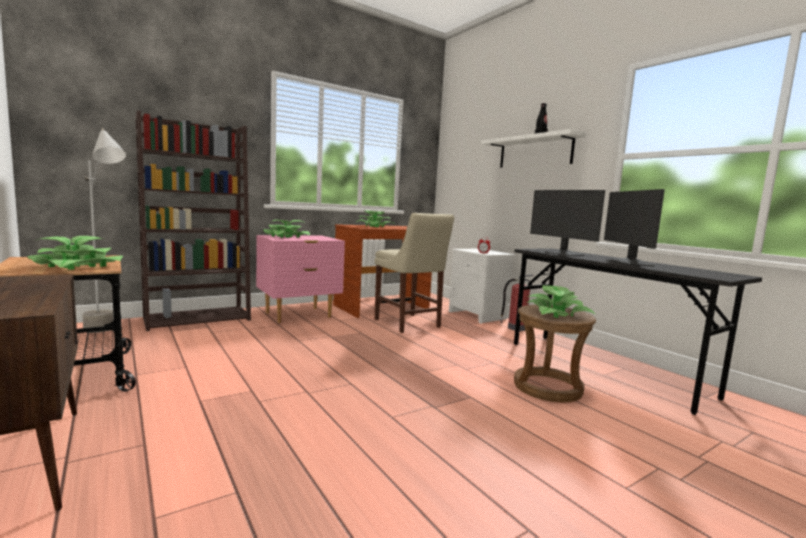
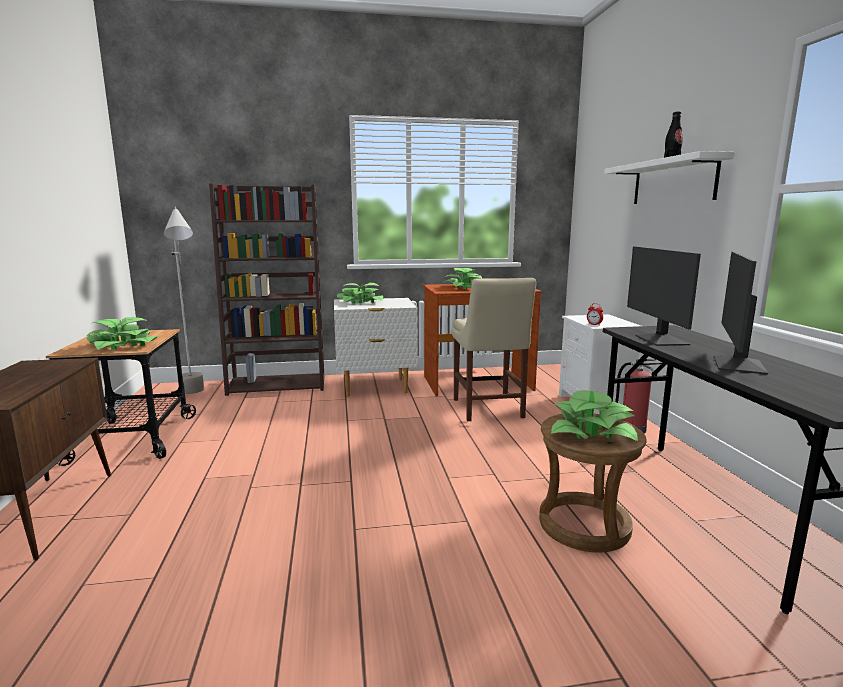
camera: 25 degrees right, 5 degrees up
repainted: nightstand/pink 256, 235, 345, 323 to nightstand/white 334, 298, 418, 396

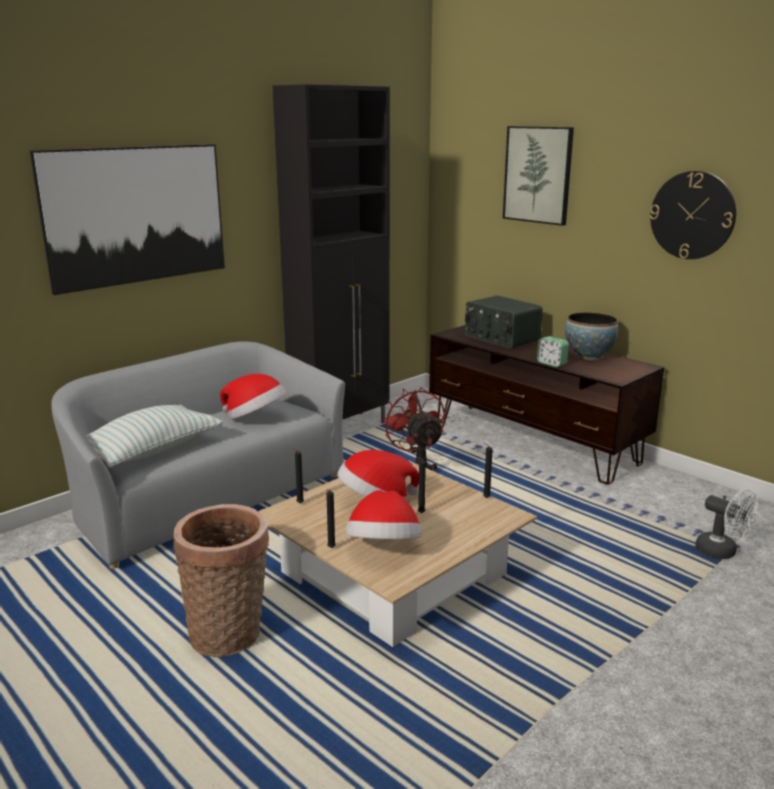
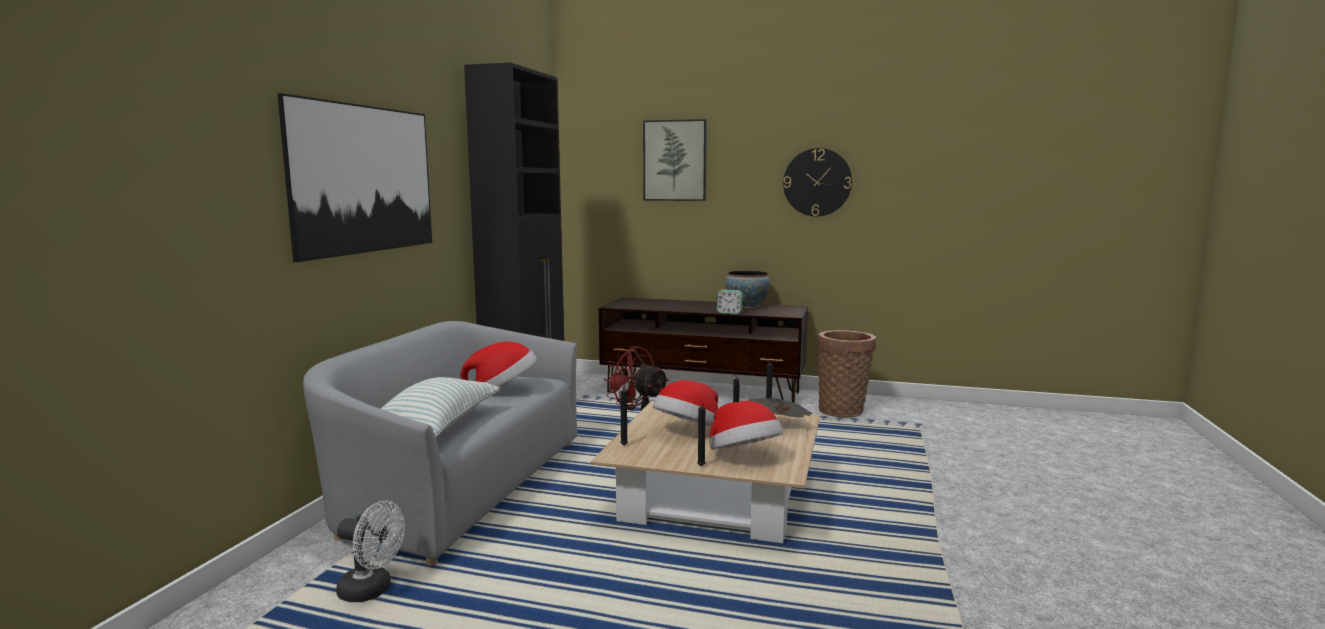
camera: 30 degrees left, 10 degrees down
gone: radio 465, 295, 543, 348
new: newspaper 748, 398, 812, 418
shifted: basket 173, 504, 269, 657 to 818, 330, 876, 418; fan/white 695, 489, 758, 559 to 336, 500, 405, 602

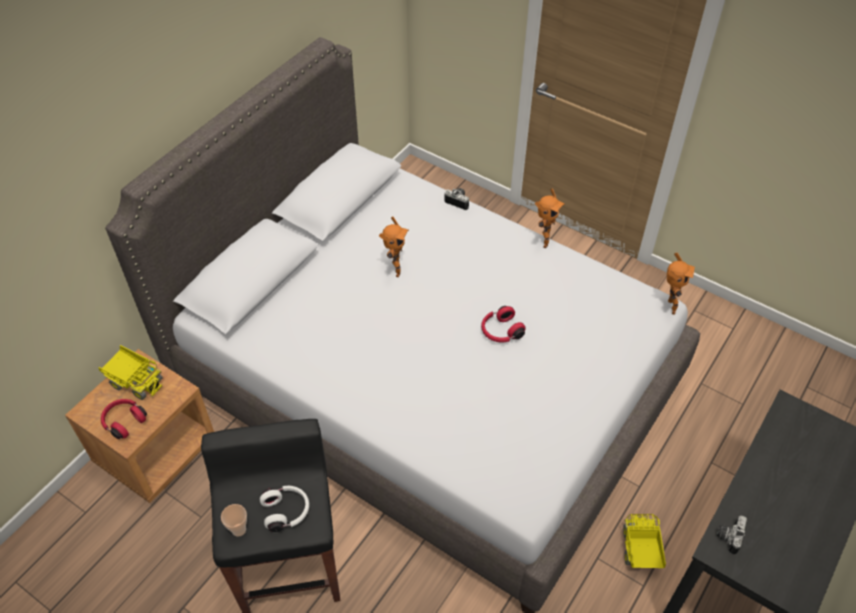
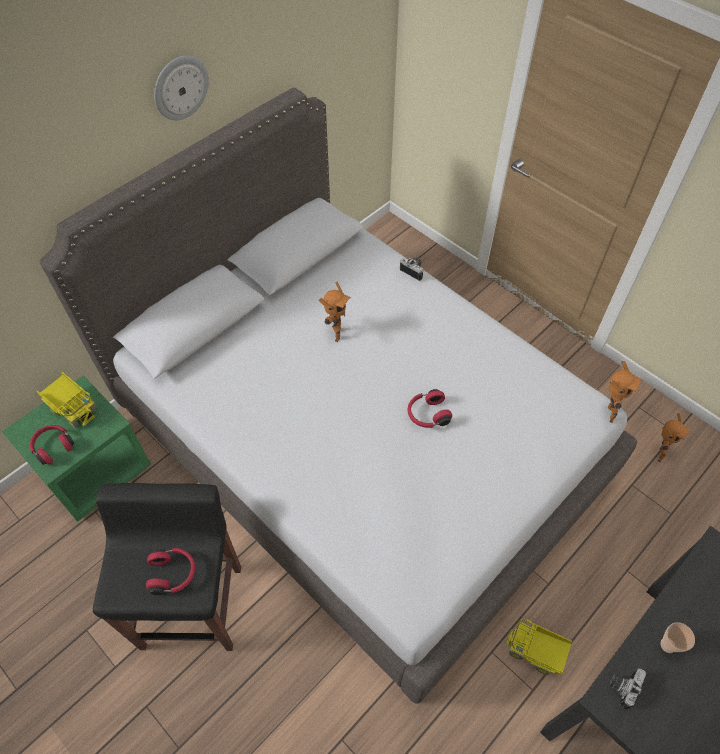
camera: 10 degrees right, 5 degrees up
new: wall clock 154, 56, 209, 120
shifted: cup 221, 504, 247, 537 to 660, 622, 695, 653; toy robot 535, 188, 565, 248 to 658, 413, 690, 462
repainted: nightstand/brown 65, 349, 215, 503 to nightstand/green 2, 376, 151, 522; headphones/white 260, 486, 309, 532 to headphones/red 146, 548, 195, 595
rotated: toy truck 623, 514, 666, 568 = 505, 619, 572, 675 75 degrees counterclockwise

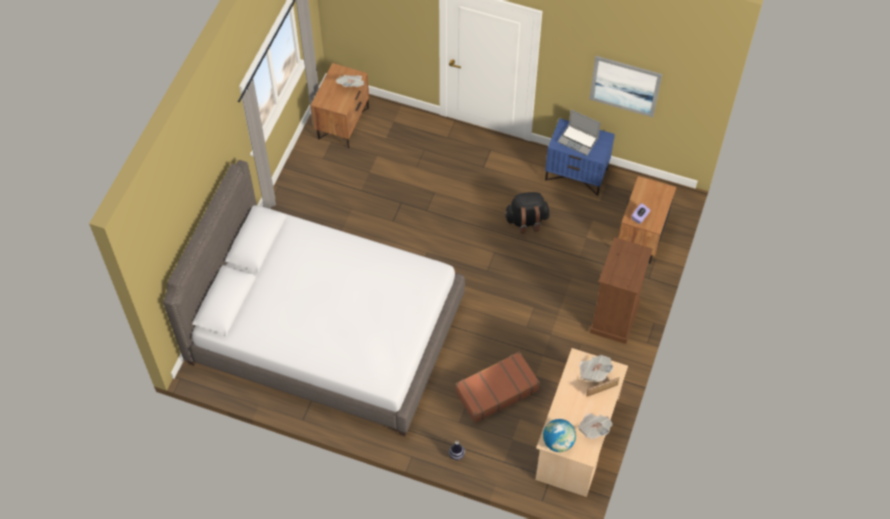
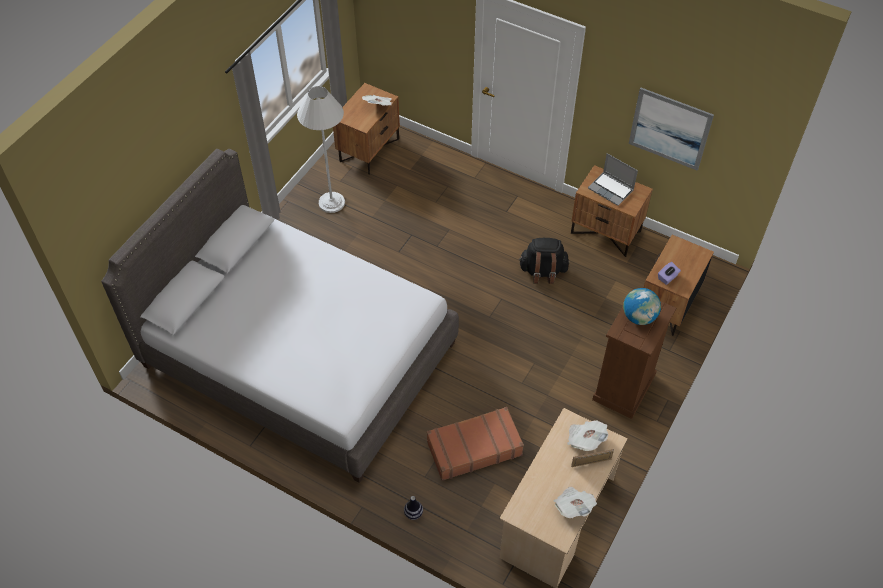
camera: 10 degrees right, 5 degrees down
new: floor lamp/white 297, 86, 345, 213
shifted: globe 543, 419, 576, 452 to 623, 288, 661, 325
repainted: nightstand/blue 545, 118, 615, 196 to nightstand/brown 571, 165, 653, 257

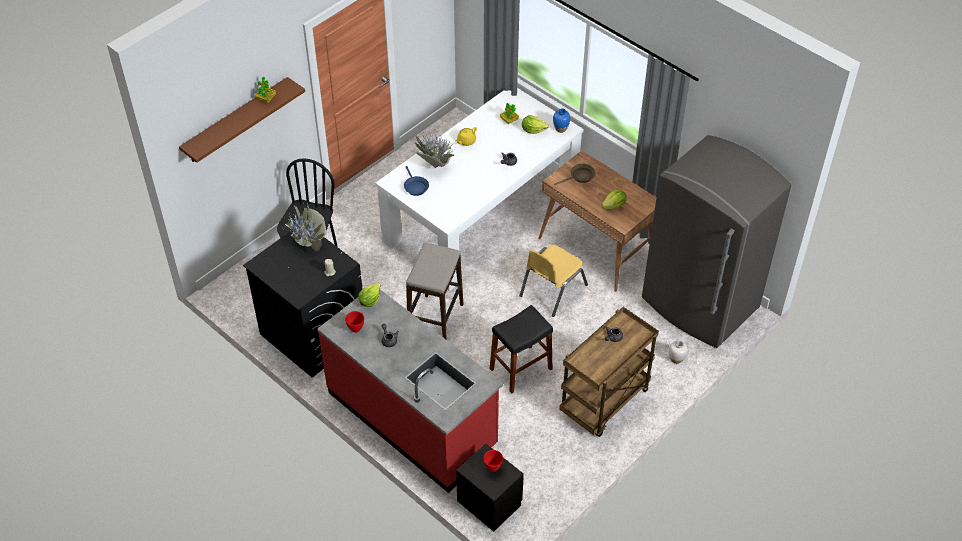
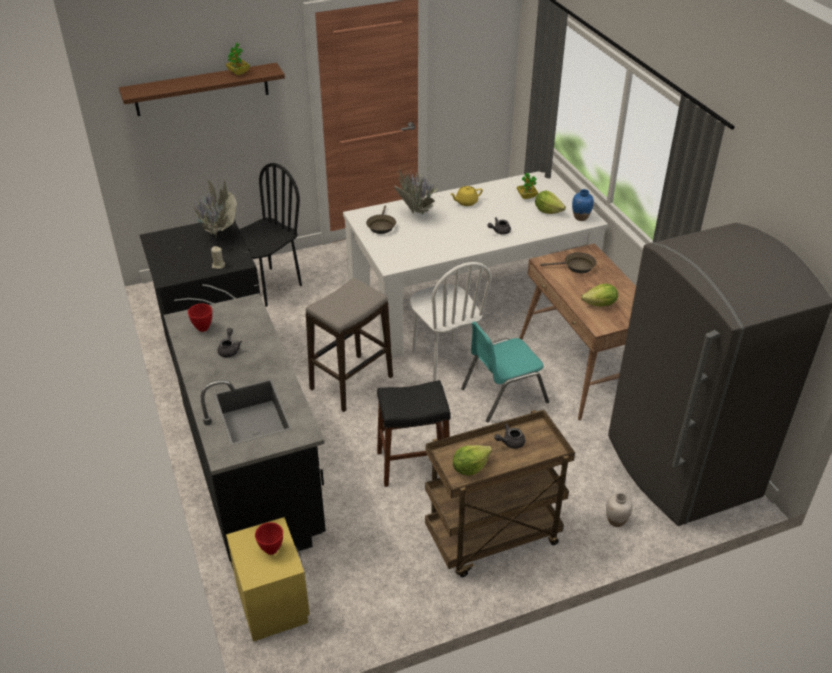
camera: 25 degrees right, 10 degrees down
new: chair/white 410, 262, 491, 381
shifted: lettuce 358, 283, 381, 307 to 453, 445, 492, 476
repainted: counter/red 317, 290, 503, 493 to counter/black 164, 293, 326, 571; frying pan/blue 404, 166, 429, 196 to frying pan/brown 366, 205, 396, 234; nightstand/black 456, 444, 524, 531 to nightstand/yellow 226, 517, 310, 642; chair/yellow 519, 245, 588, 317 to chair/turquoise 461, 322, 549, 423

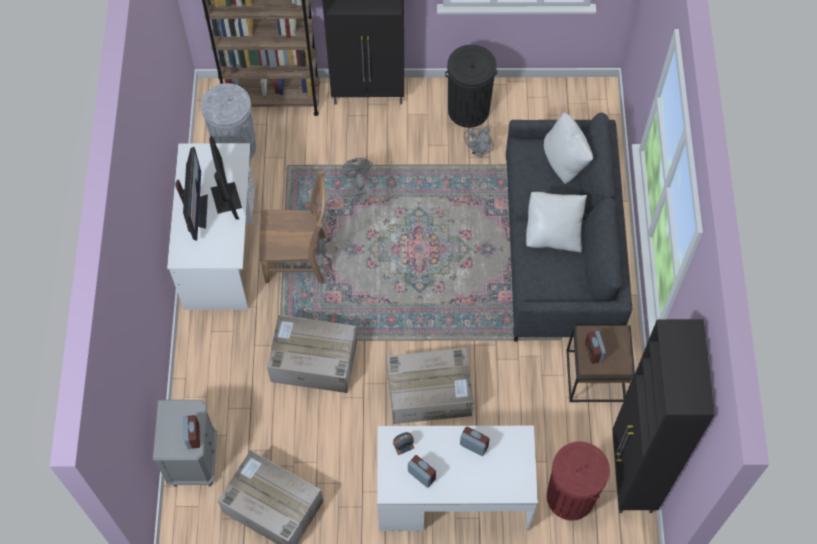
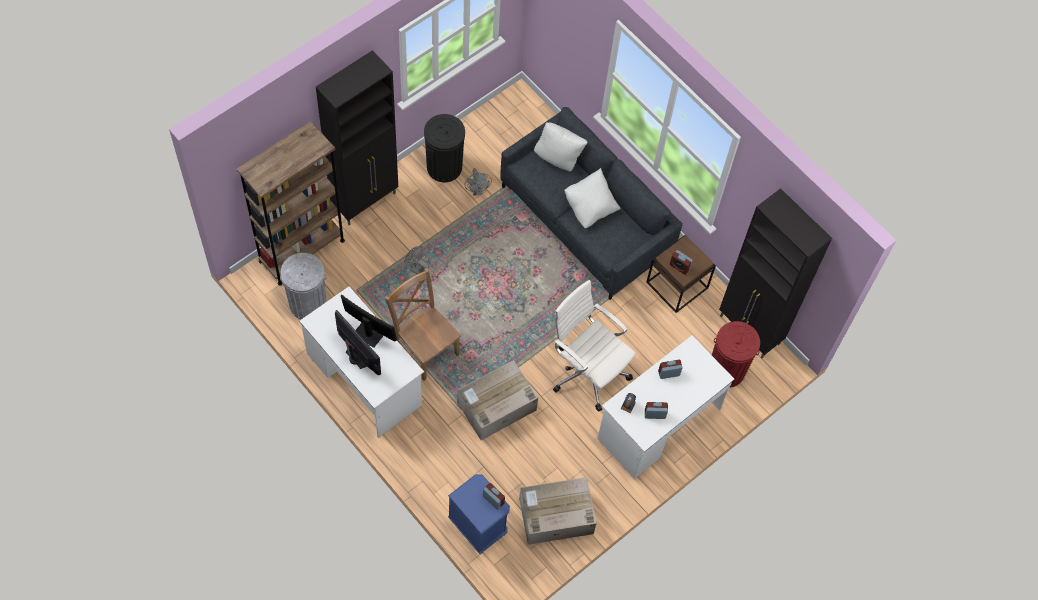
camera: 45 degrees left, 0 degrees up
swapped: cardboard box 387, 348, 474, 424 to office chair/white 553, 280, 636, 412
repainted: nightstand/grey 153, 400, 217, 487 to nightstand/blue 448, 474, 510, 554
rotated: chair/brown 260, 170, 326, 284 = 385, 268, 461, 381 90 degrees counterclockwise

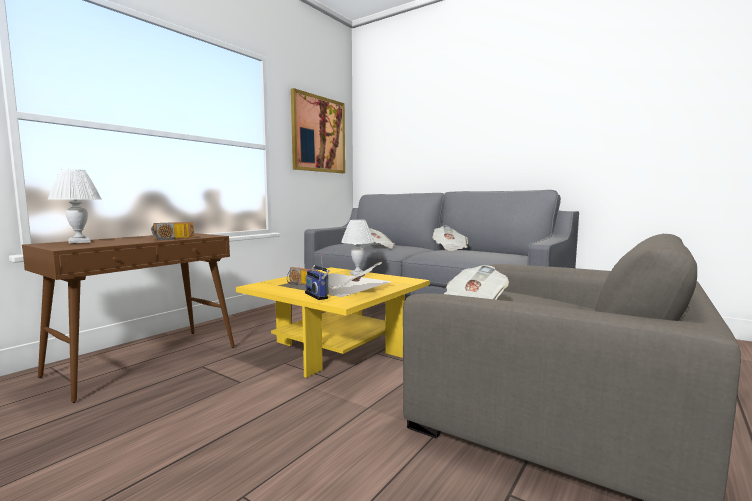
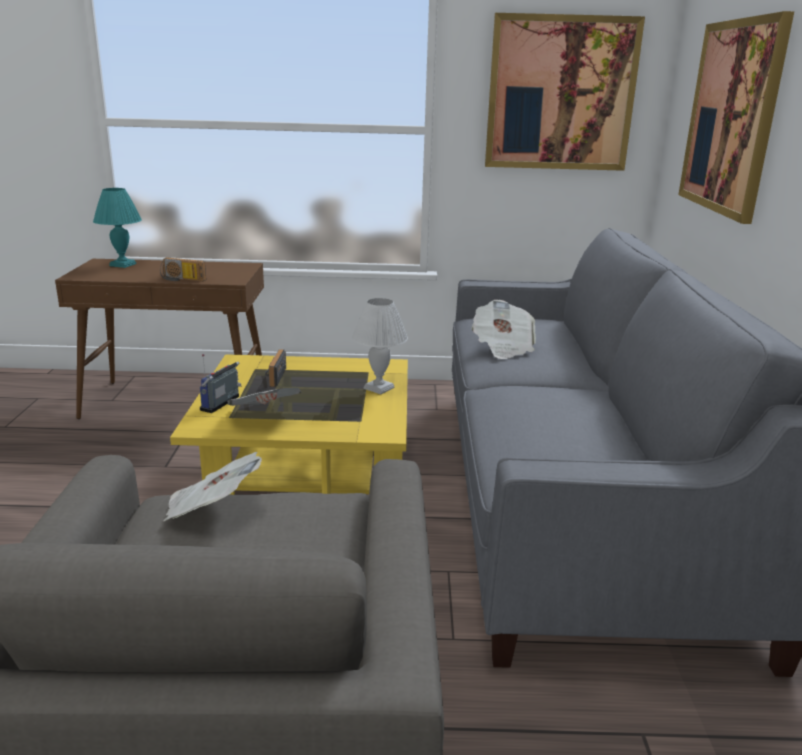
camera: 55 degrees right, 15 degrees up
gone: newspaper 432, 226, 468, 251
new: picture 678, 11, 794, 224
repainted: table lamp/white 48, 169, 102, 244 to table lamp/turquoise 93, 188, 142, 268

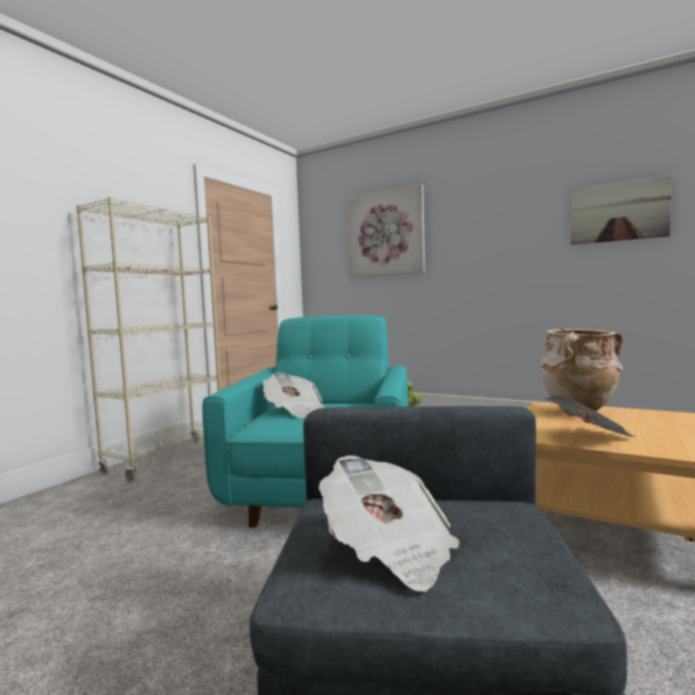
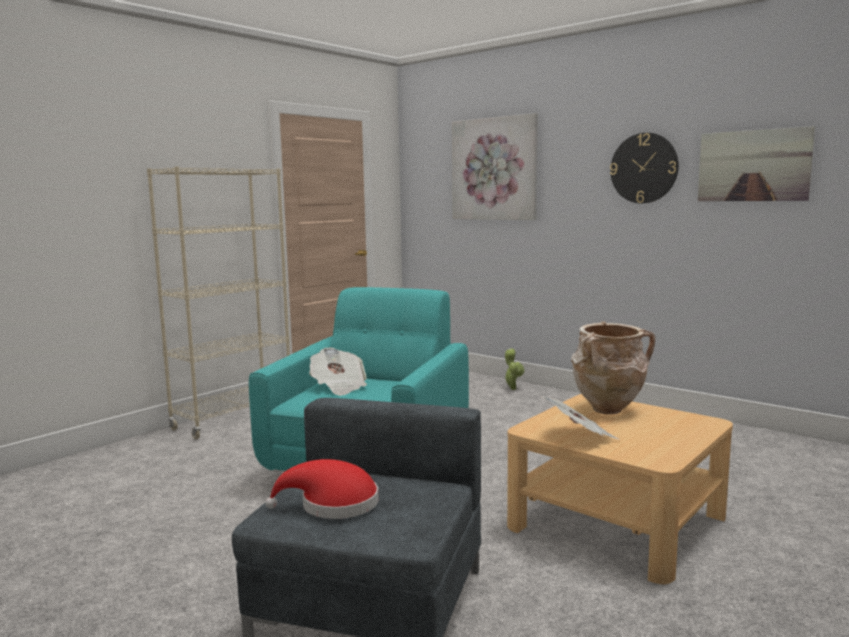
camera: 10 degrees right, 5 degrees up
new: wall clock 610, 133, 679, 204
swapped: newspaper 319, 455, 460, 592 to hat/red 265, 459, 379, 519

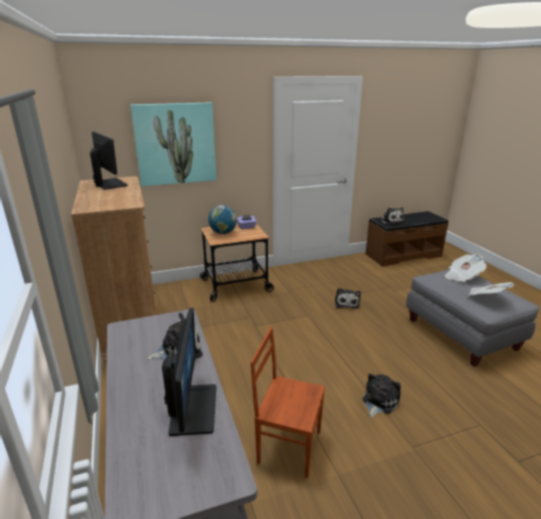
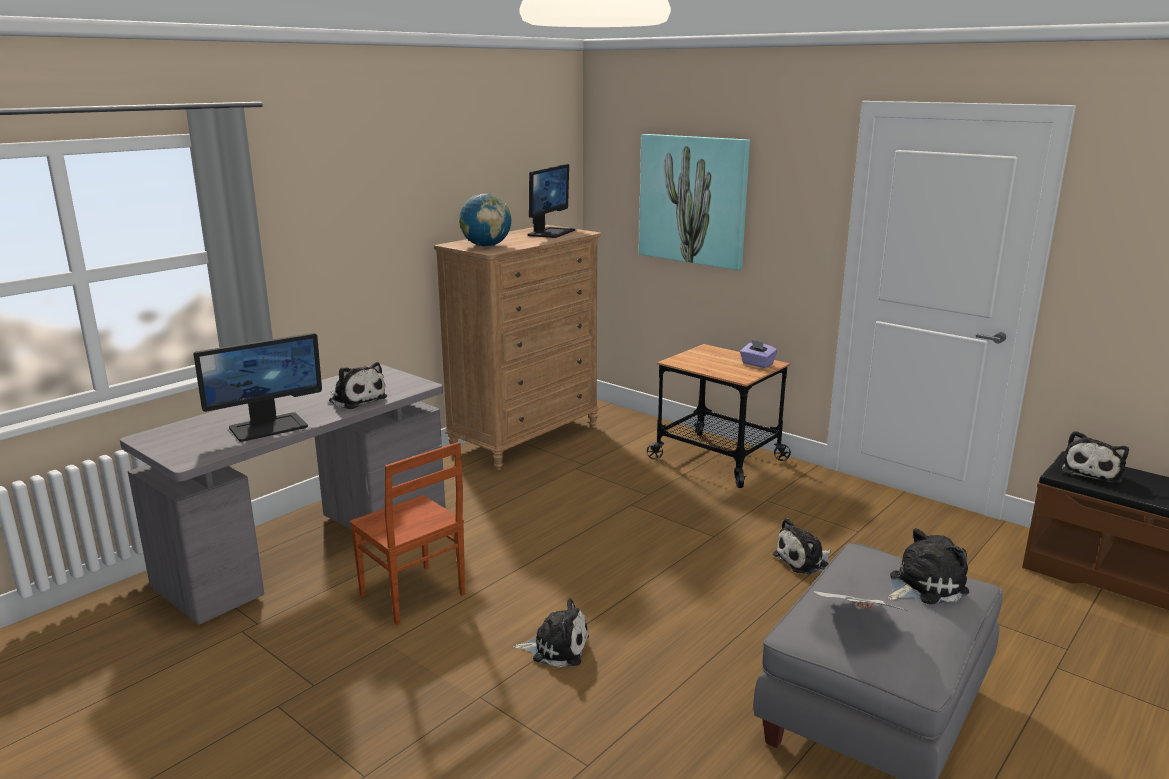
camera: 60 degrees right, 5 degrees down
shifted: globe 208, 205, 237, 234 to 459, 194, 511, 247
swapped: newspaper 445, 254, 487, 282 to plush toy 888, 528, 969, 604
rotated: chair/brown 250, 327, 325, 478 = 350, 442, 465, 625 150 degrees clockwise

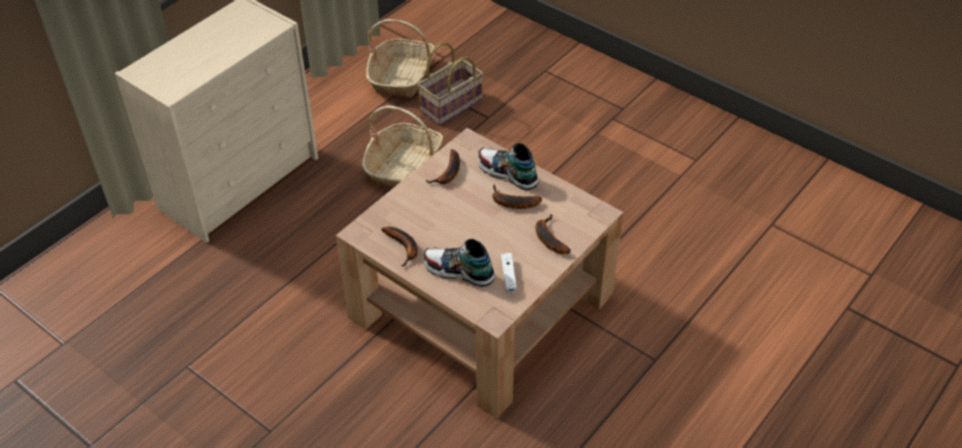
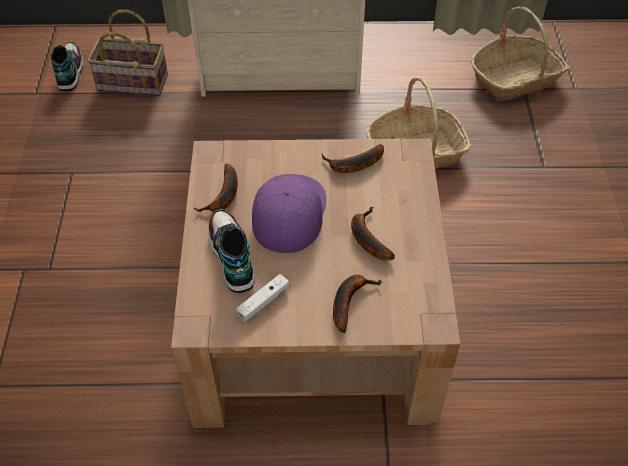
camera: 50 degrees right, 5 degrees up
new: cap/purple 252, 174, 326, 253
shifted: basket 417, 42, 483, 125 to 87, 10, 168, 96; shoe 478, 143, 539, 190 to 51, 42, 83, 91

